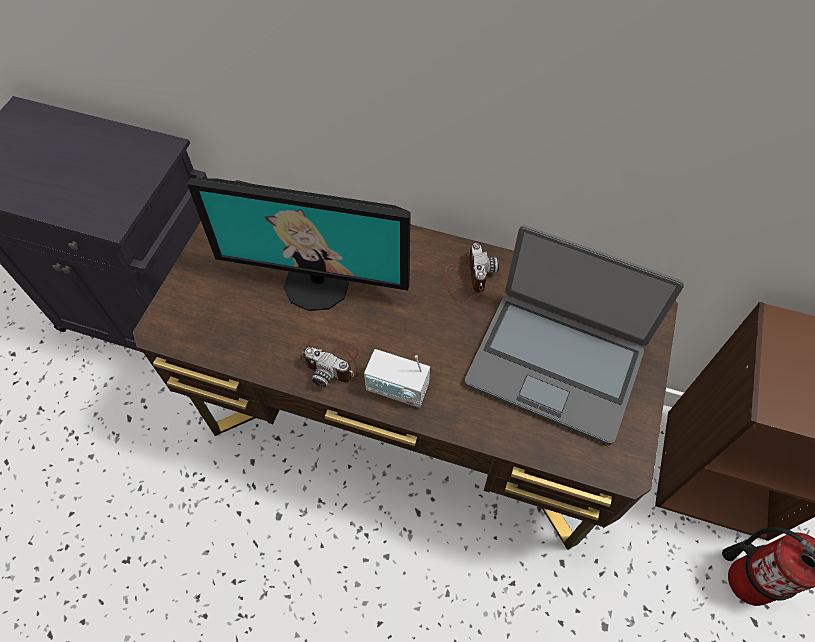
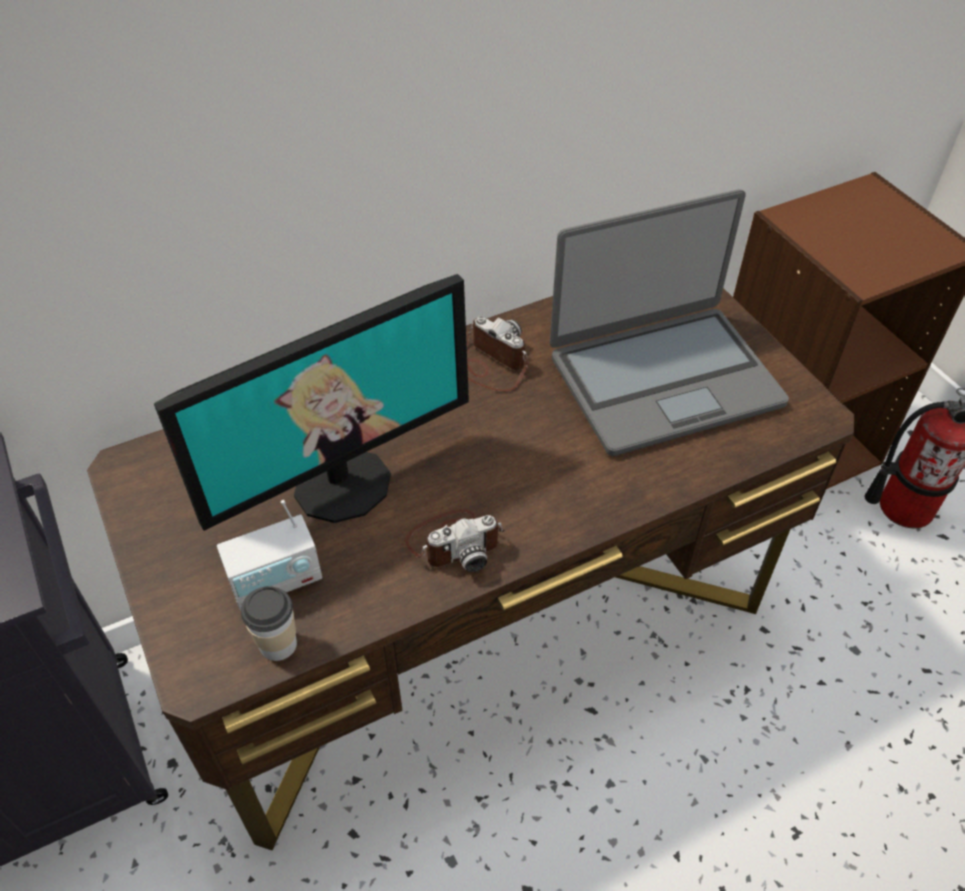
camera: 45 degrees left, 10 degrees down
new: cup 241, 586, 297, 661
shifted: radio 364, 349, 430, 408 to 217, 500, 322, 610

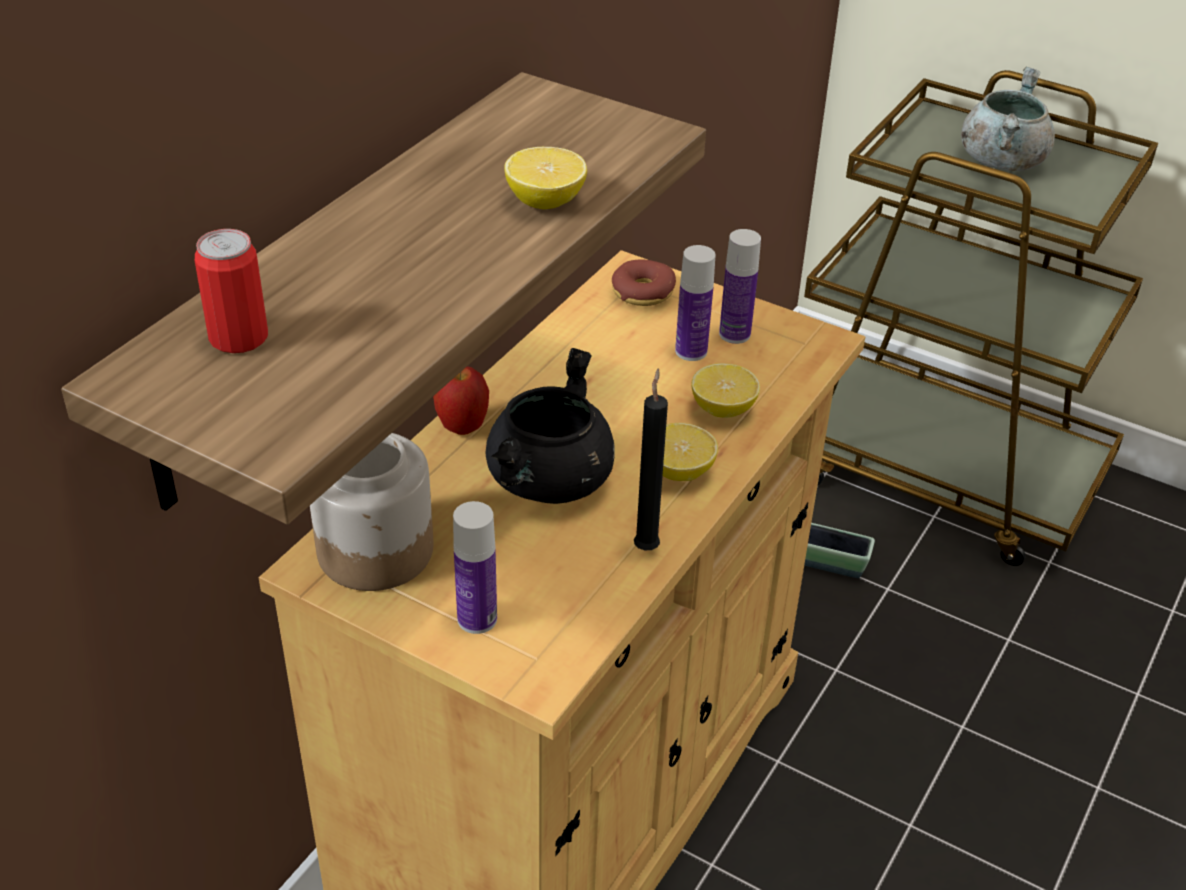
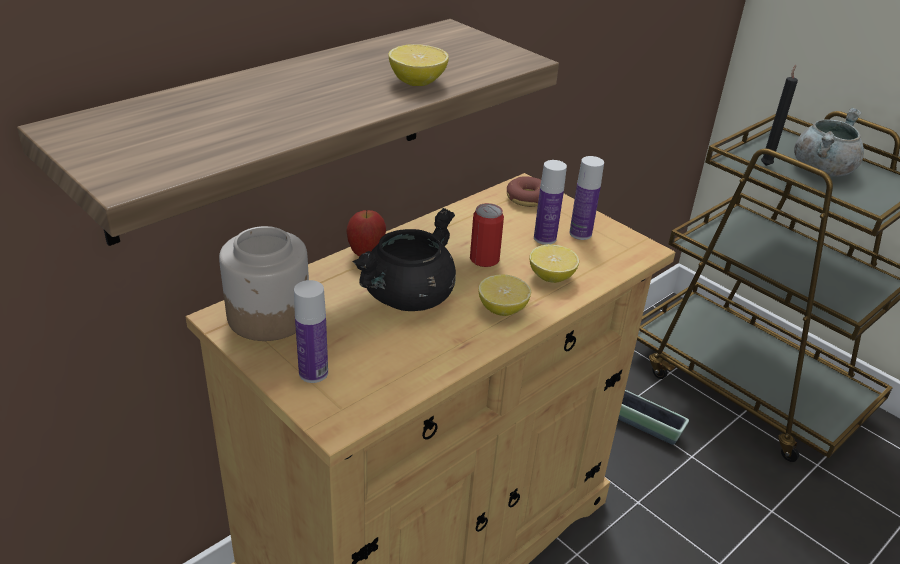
camera: 15 degrees right, 5 degrees down
shifted: can 195, 229, 268, 353 to 470, 203, 504, 267; candle/black 634, 369, 668, 550 to 761, 65, 798, 166

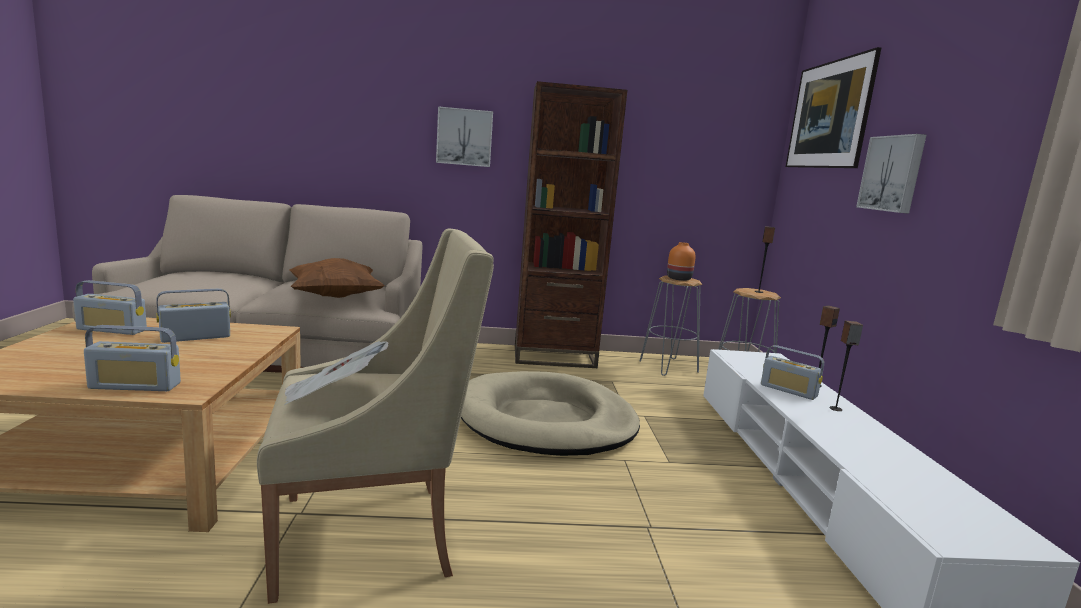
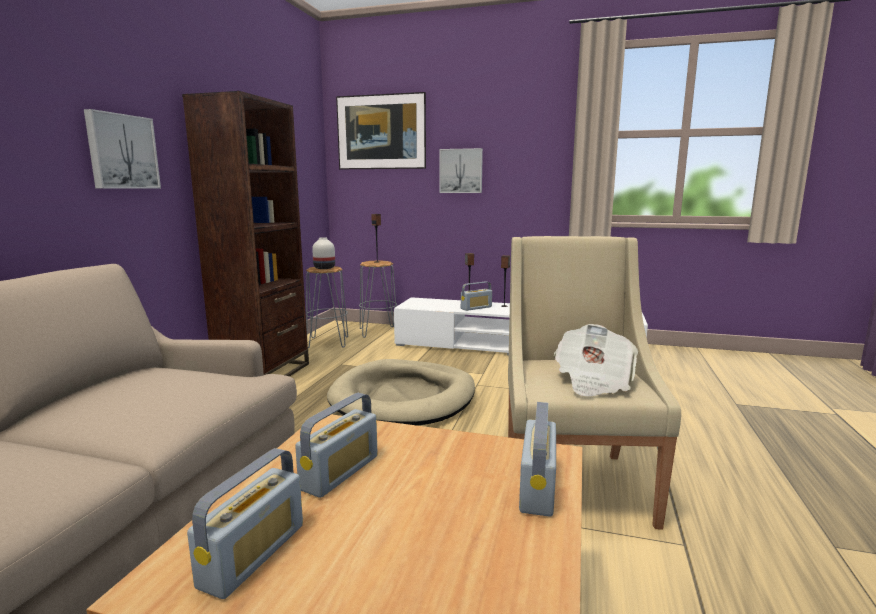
camera: 70 degrees left, 0 degrees up
gone: pillow/brown 290, 258, 384, 298
repainted: vase/orange 667, 242, 696, 281 to vase/white 312, 237, 335, 269
rotated: radio 156, 289, 231, 343 = 295, 393, 378, 498 135 degrees counterclockwise

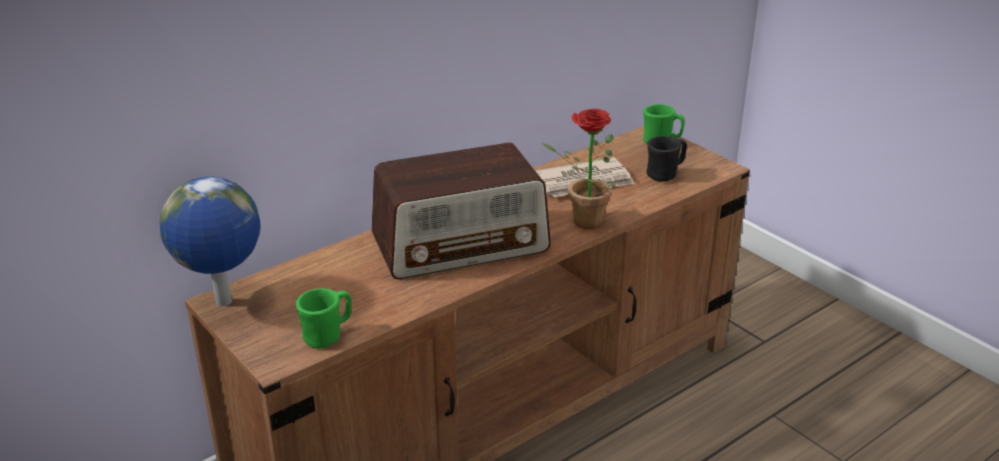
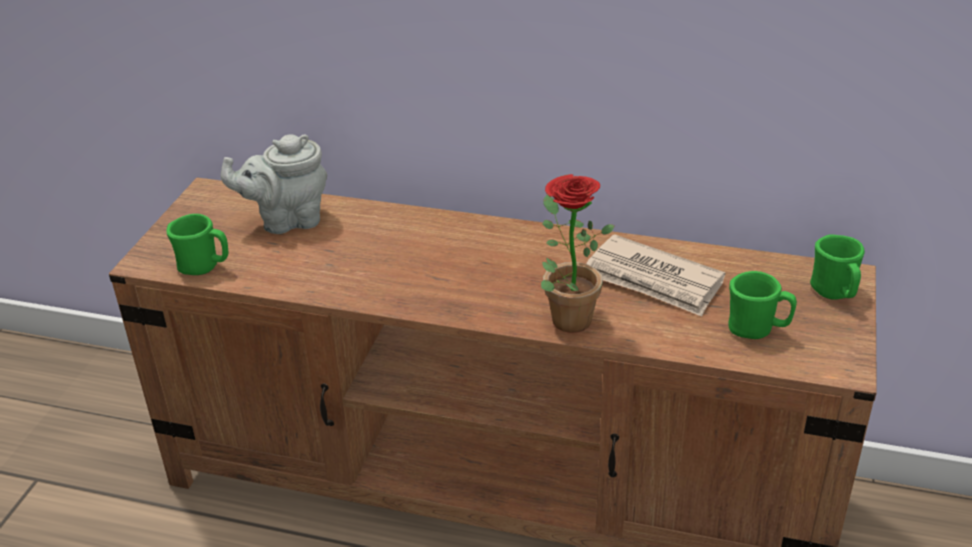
camera: 55 degrees right, 5 degrees up
gone: globe 160, 176, 260, 306; radio 371, 143, 551, 279
new: teapot/grey 221, 134, 327, 234
repainted: mug/black 646, 136, 687, 182 to mug/green 728, 271, 797, 339

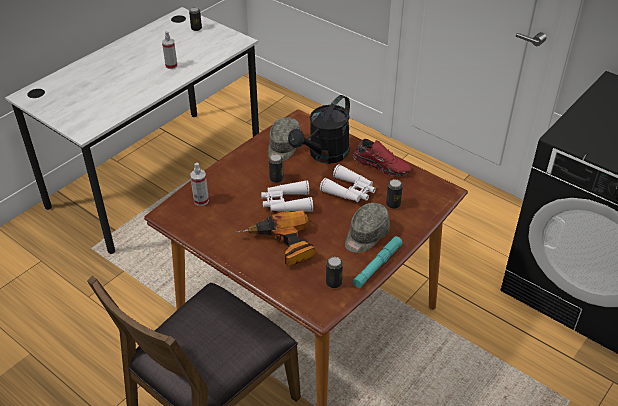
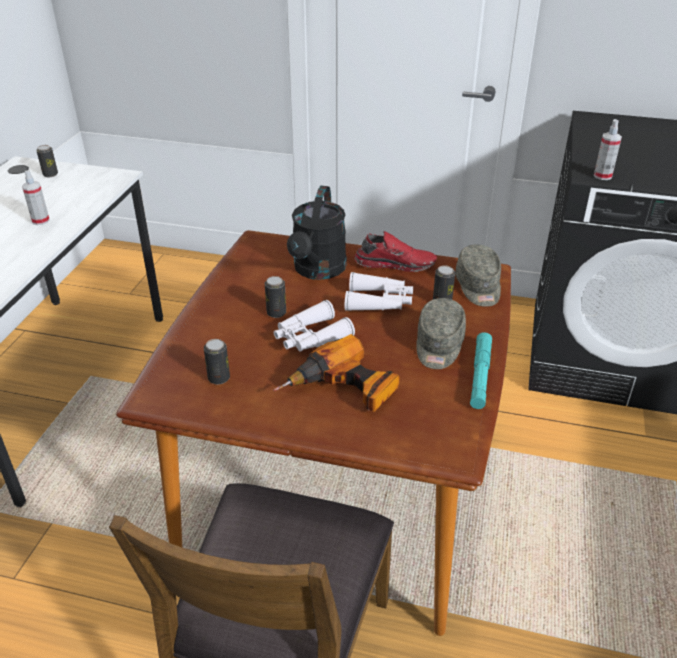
camera: 25 degrees left, 5 degrees down
shifted: spray bottle 190, 162, 209, 206 to 594, 119, 622, 180; cap/grey 268, 117, 301, 161 to 455, 244, 501, 307; can 326, 257, 343, 288 to 204, 339, 230, 385

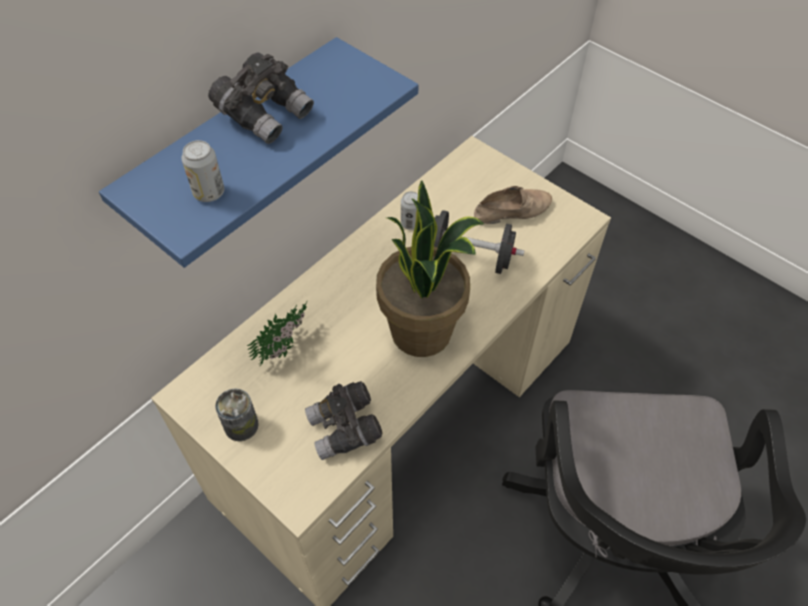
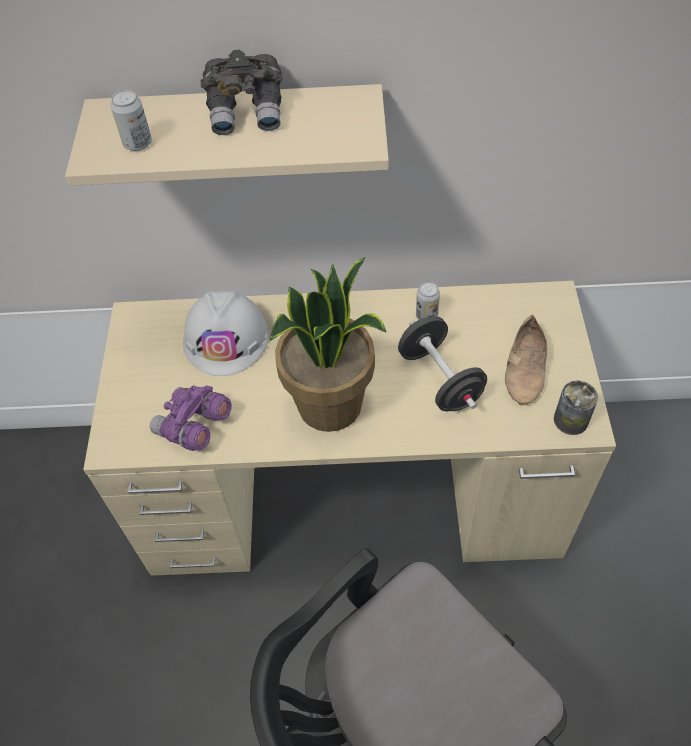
camera: 50 degrees right, 0 degrees up
shifted: can 215, 389, 259, 441 to 554, 380, 598, 435
swapped: potted plant 247, 302, 307, 366 to hard hat/white 183, 290, 269, 376
repainted: shelf/blue 99, 37, 418, 268 to shelf/beige 65, 84, 389, 186; binoculars/grey 305, 381, 383, 460 to binoculars/purple 150, 385, 232, 451
rotated: shoe/beige 474, 186, 552, 224 = 505, 315, 547, 405 75 degrees clockwise

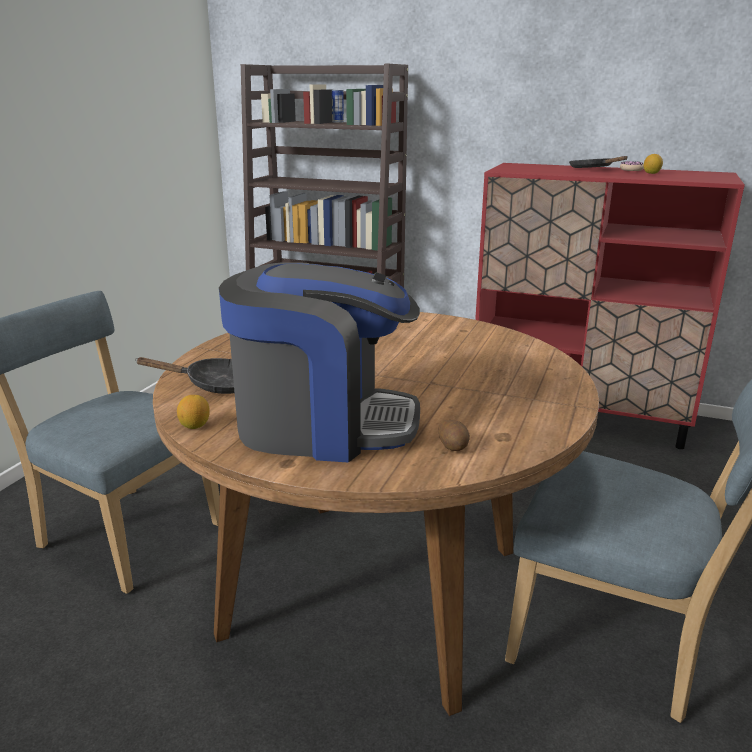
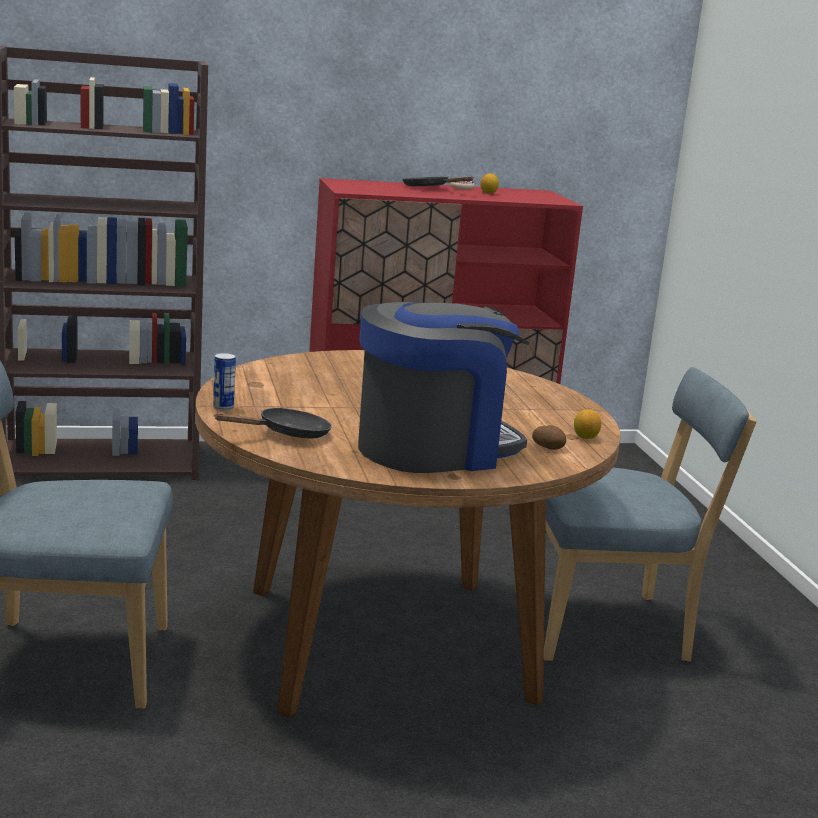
camera: 35 degrees left, 5 degrees down
shifted: lemon 177, 395, 210, 429 to 574, 409, 601, 439; can 332, 90, 344, 123 to 213, 353, 236, 411

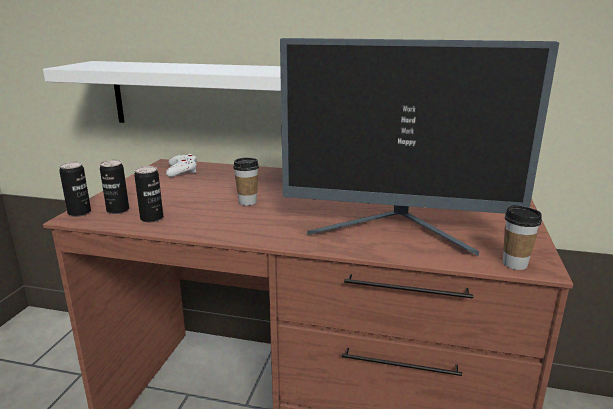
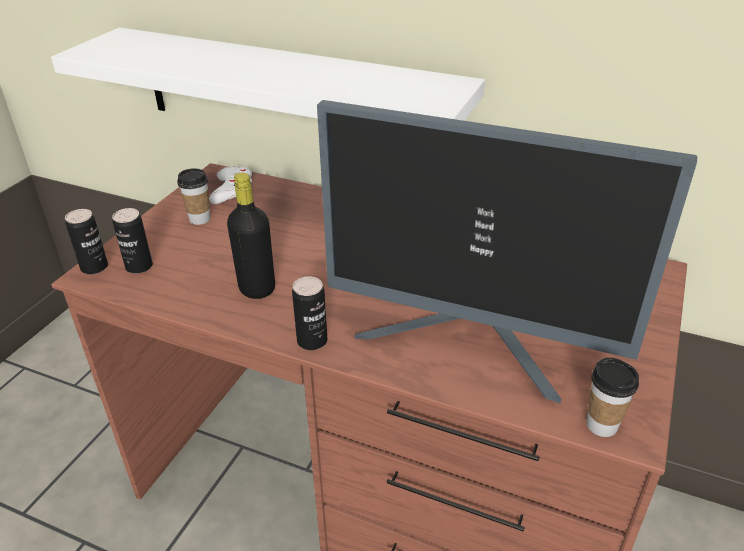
camera: 10 degrees right, 15 degrees up
new: bottle/black 227, 173, 275, 299
shifted: can 134, 166, 163, 223 to 292, 276, 327, 350; cup 233, 158, 259, 206 to 177, 168, 210, 225

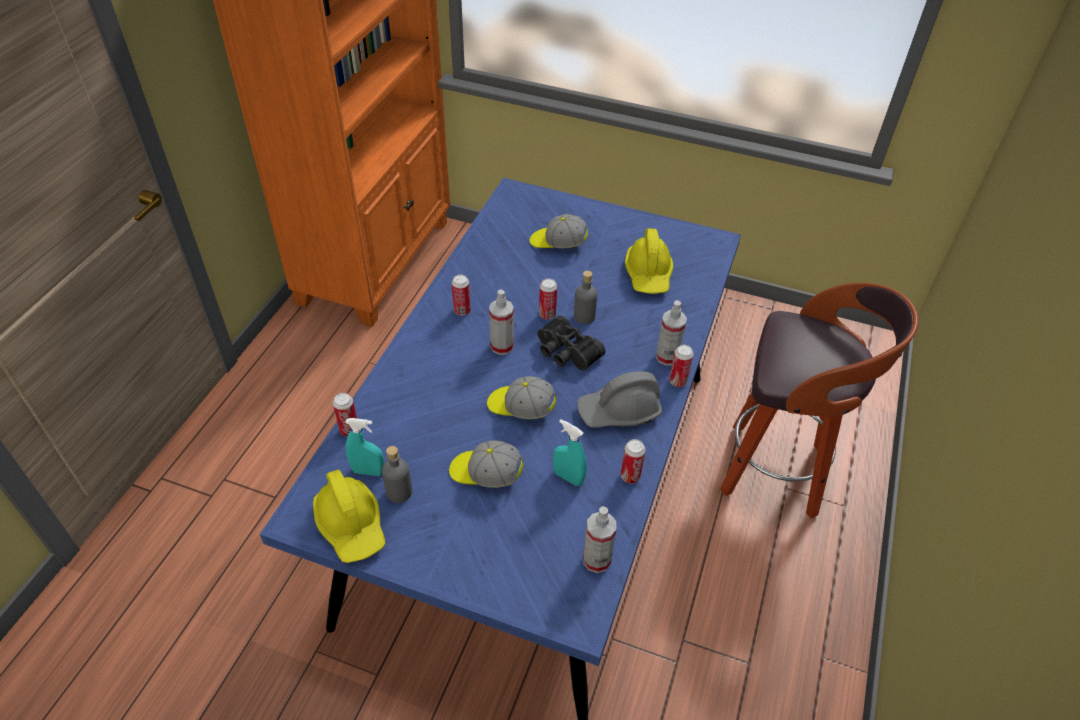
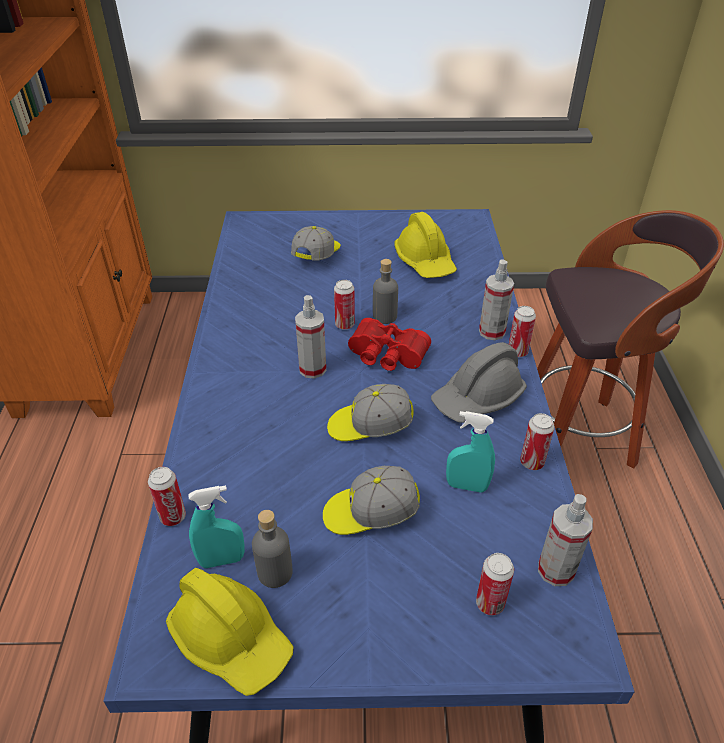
camera: 20 degrees left, 5 degrees down
shifted: can 452, 274, 471, 316 to 476, 553, 514, 615
repainted: binoculars/black 538, 316, 605, 371 to binoculars/red 348, 318, 431, 371
rotated: cap 530, 214, 588, 248 = 291, 226, 341, 260 120 degrees clockwise

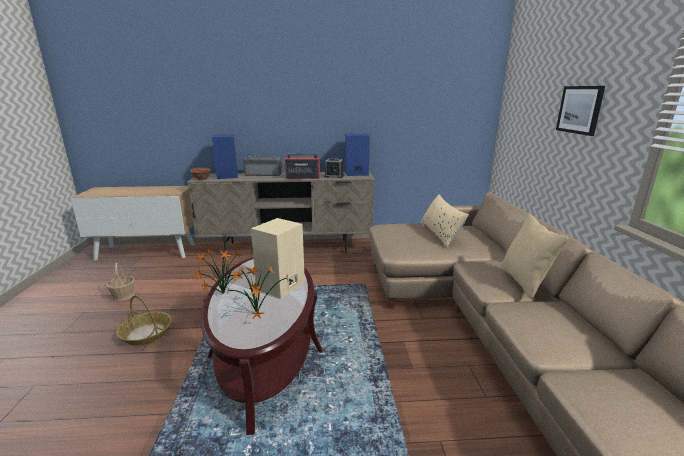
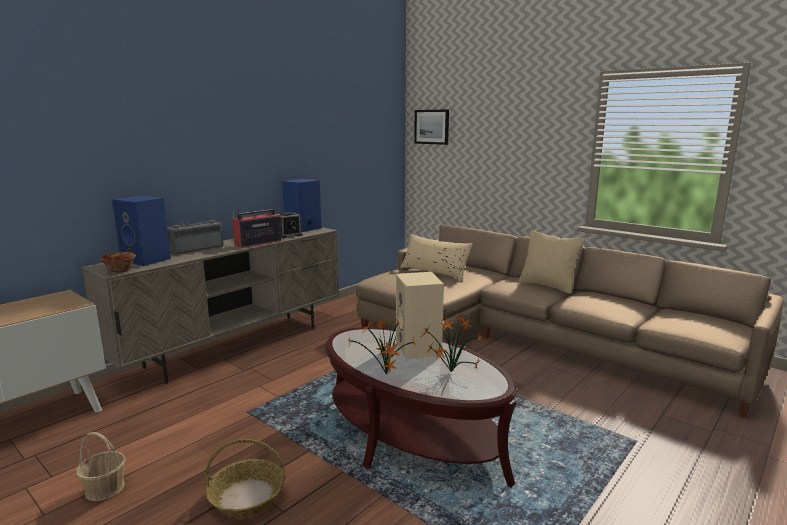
camera: 45 degrees left, 5 degrees down
shifted: picture 556, 86, 605, 136 to 414, 110, 449, 145

